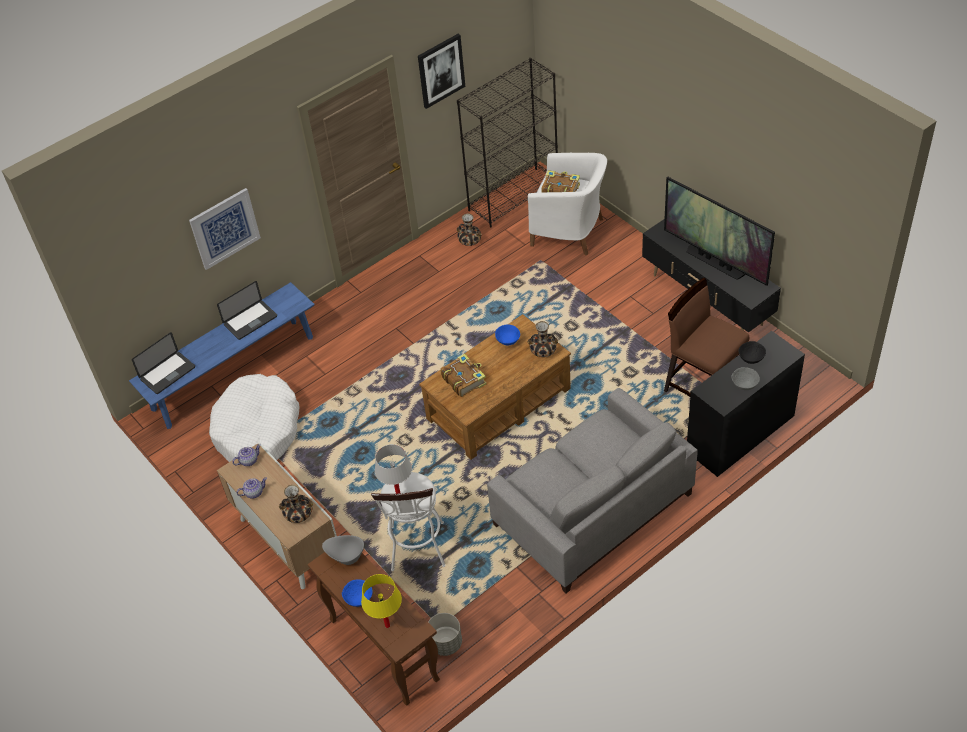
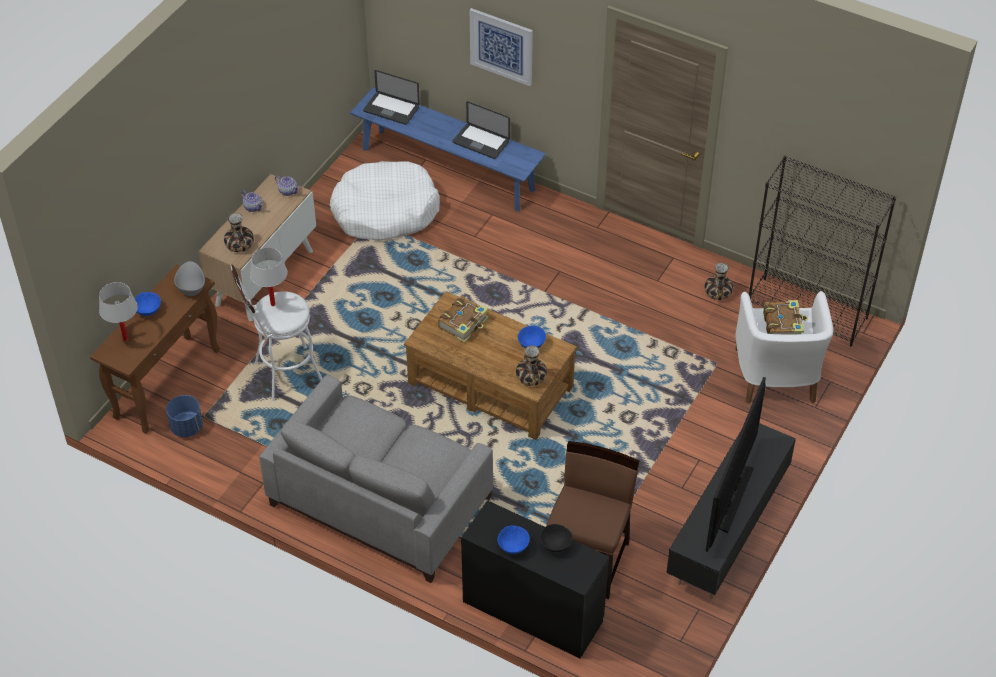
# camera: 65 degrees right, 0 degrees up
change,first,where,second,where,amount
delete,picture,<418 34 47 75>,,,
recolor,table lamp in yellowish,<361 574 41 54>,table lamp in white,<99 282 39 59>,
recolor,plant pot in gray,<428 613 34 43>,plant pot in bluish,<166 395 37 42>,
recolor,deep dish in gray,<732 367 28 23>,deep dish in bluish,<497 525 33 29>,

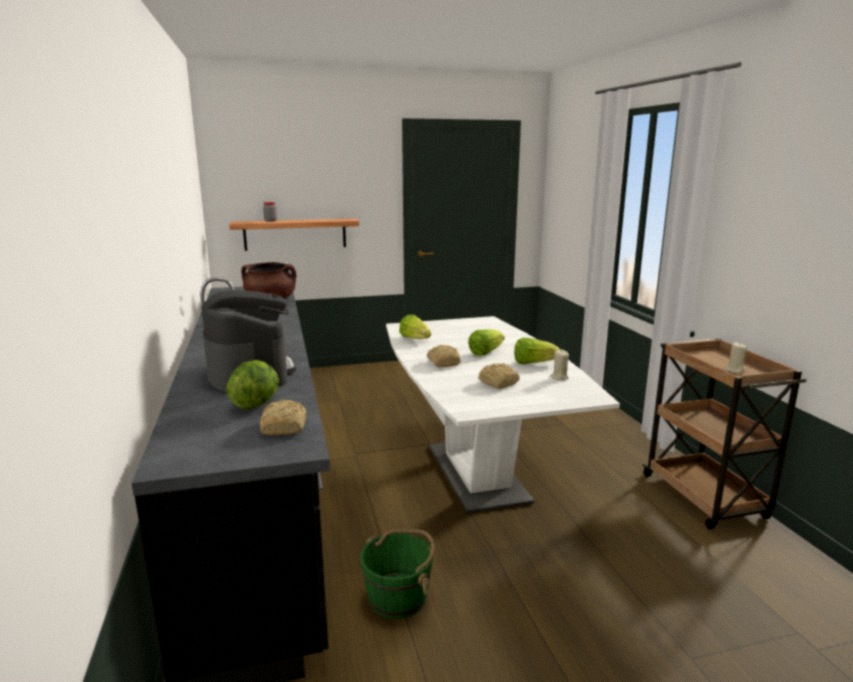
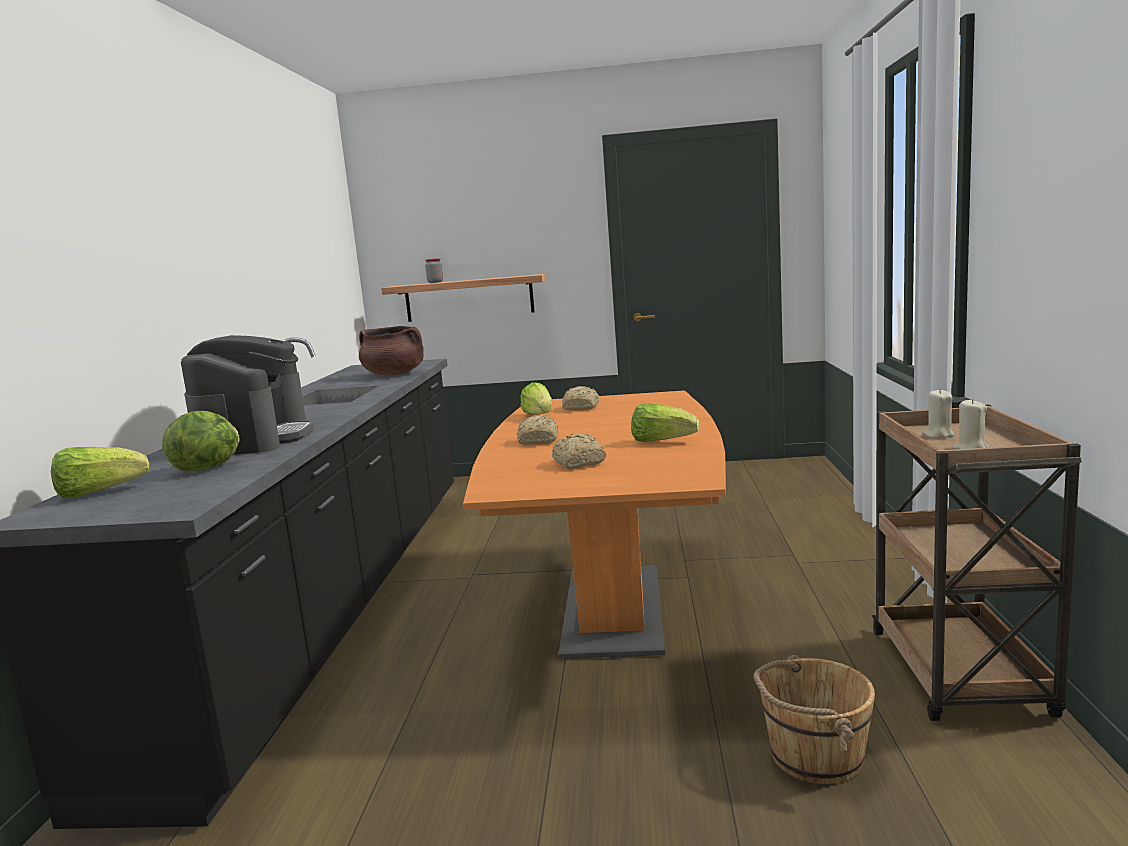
# camera: 20 degrees right, 5 degrees down
change,first,where,second,where,amount
delete,pail in green,<360 529 75 90>,,,
insert,,,pail in brown,<753 655 122 129>,
move,bread,<260 400 46 35>,,<562 386 37 24>,
move,head of lettuce,<468 330 37 26>,,<51 447 98 51>,
move,wax candle in sand-coloured,<550 350 19 30>,,<923 389 32 49>,
recolor,dinner table in white,<386 316 234 198>,dinner table in orange,<463 390 263 269>,

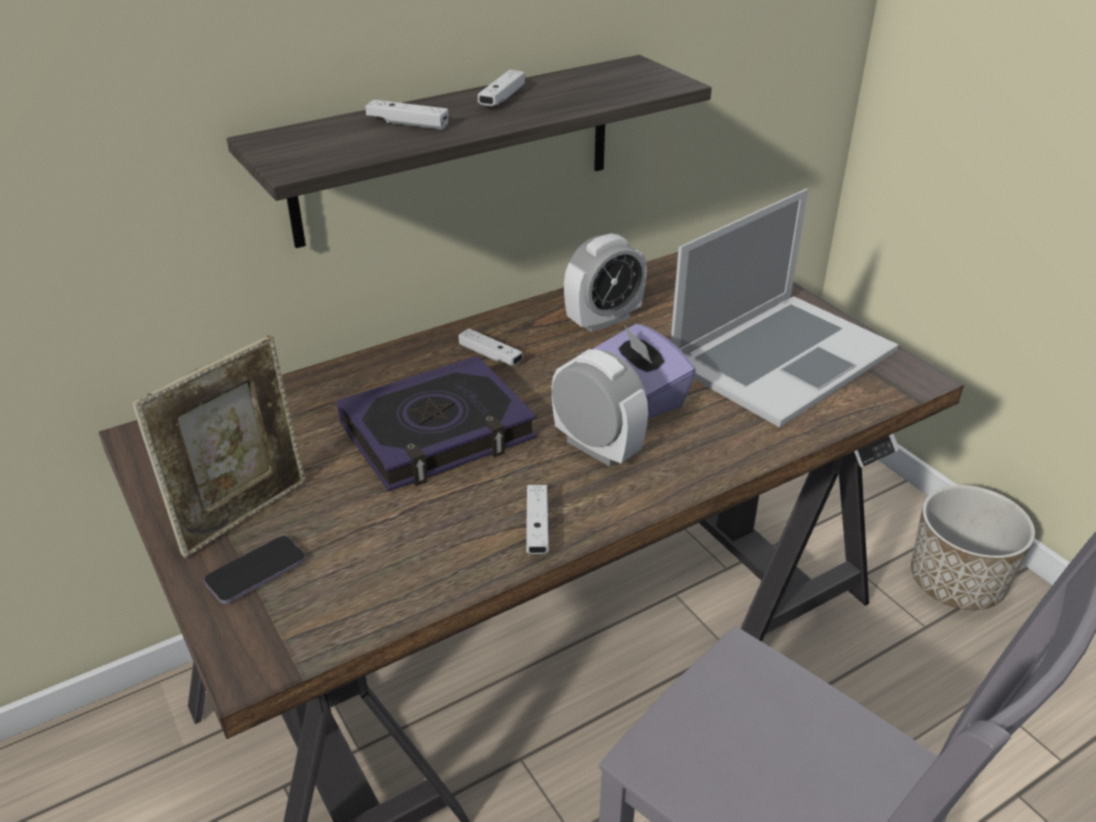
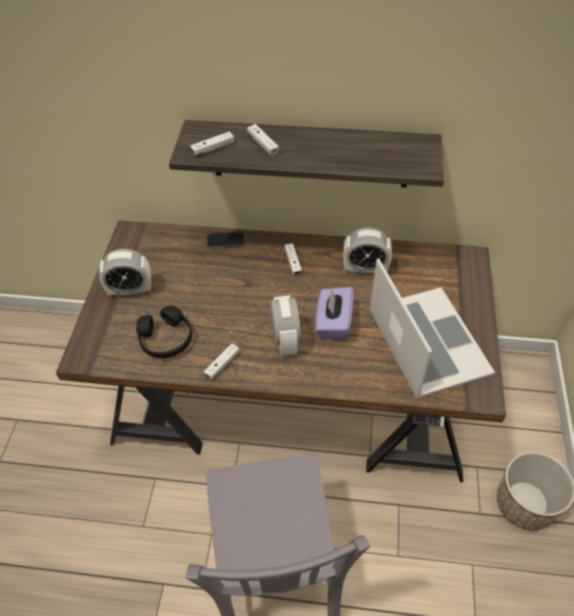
# camera: 40 degrees right, 15 degrees up
change,first,where,second,where,amount
delete,bound book,<337 356 200 135>,,,
insert,,,headset in black-coloured,<136 306 56 52>,
move,telephone,<204 536 102 68>,,<207 232 37 16>,
move,game controller in white,<478 70 47 36>,,<190 131 44 24>,
replace,photo frame,<132 335 174 223>,alarm clock,<99 249 52 49>,
rotate,portable computer,<671 188 228 240>,,<370 258 125 141>,105 degrees counterclockwise

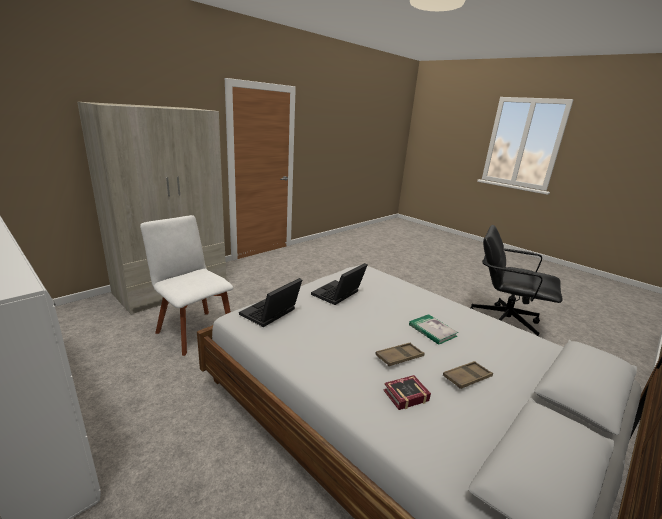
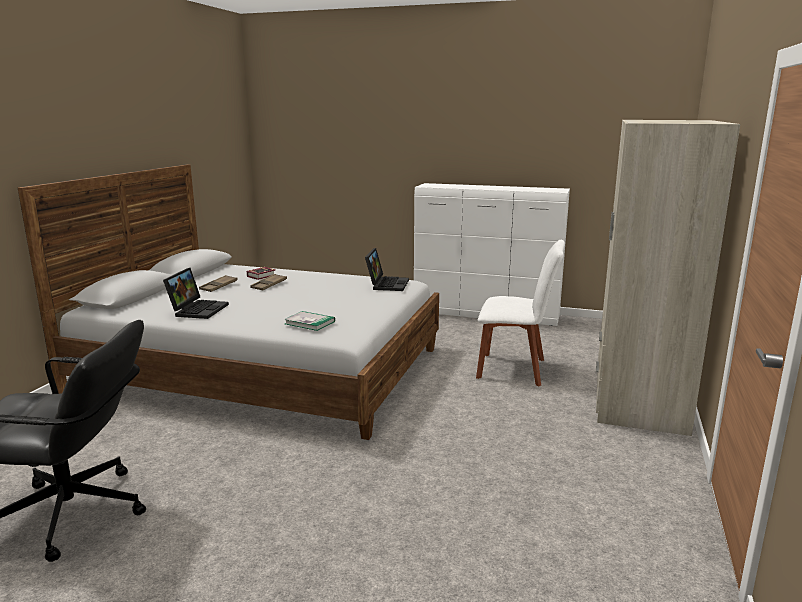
# camera: 155 degrees right, 5 degrees down
change,first,where,second,where,amount
move,portable computer,<311 263 56 42>,,<163 268 66 51>,
move,bound book,<409 314 49 31>,,<284 311 51 20>,

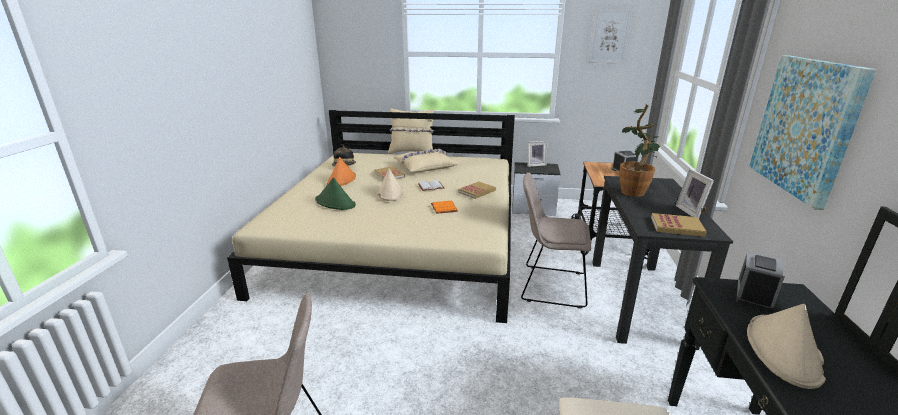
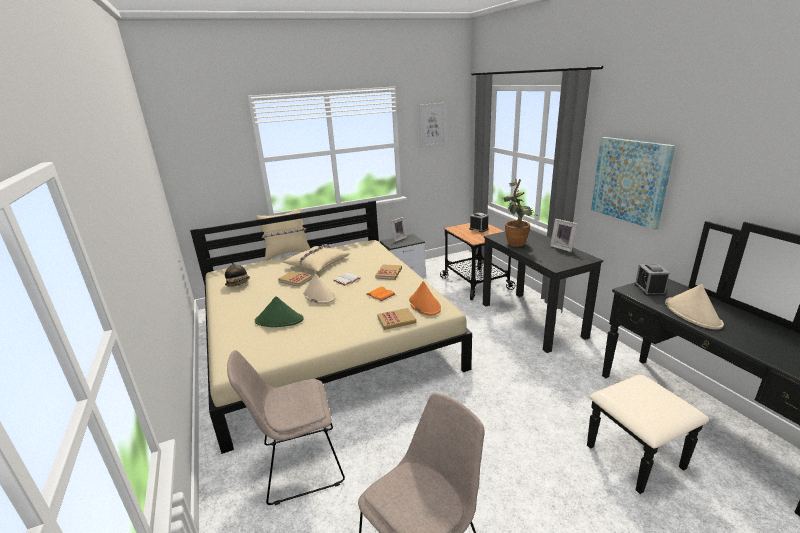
# camera: 30 degrees left, 0 degrees up
change,first,where,second,where,amount
move,hat in orange,<327 157 29 29>,,<409 281 32 34>,
move,plain chair in sand-coloured,<521 173 70 136>,,<227 350 118 155>,
move,bound book,<651 213 56 24>,,<377 308 39 22>,

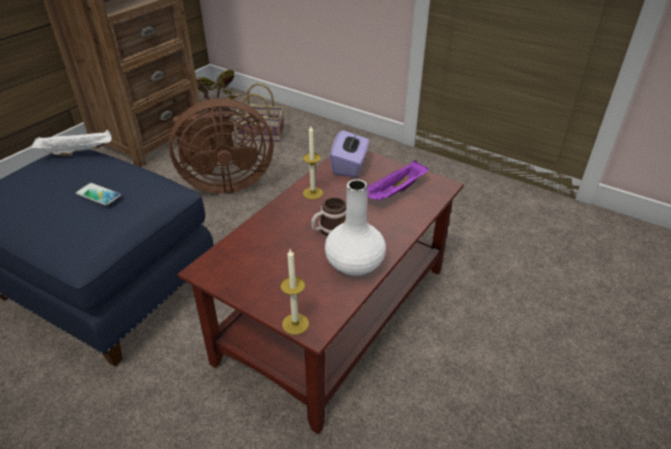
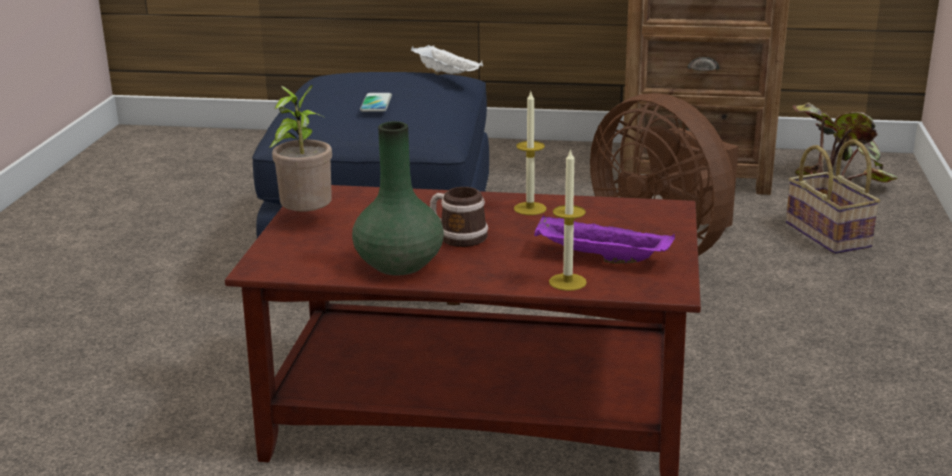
# camera: 65 degrees right, 15 degrees down
change,first,where,second,where,amount
delete,tissue holder in purple,<330 130 39 47>,,,
insert,,,potted plant,<270 85 62 127>,
move,wax candle,<281 249 28 86>,,<549 148 38 143>,
recolor,flower vase in white,<325 179 61 97>,flower vase in green,<352 121 92 155>,

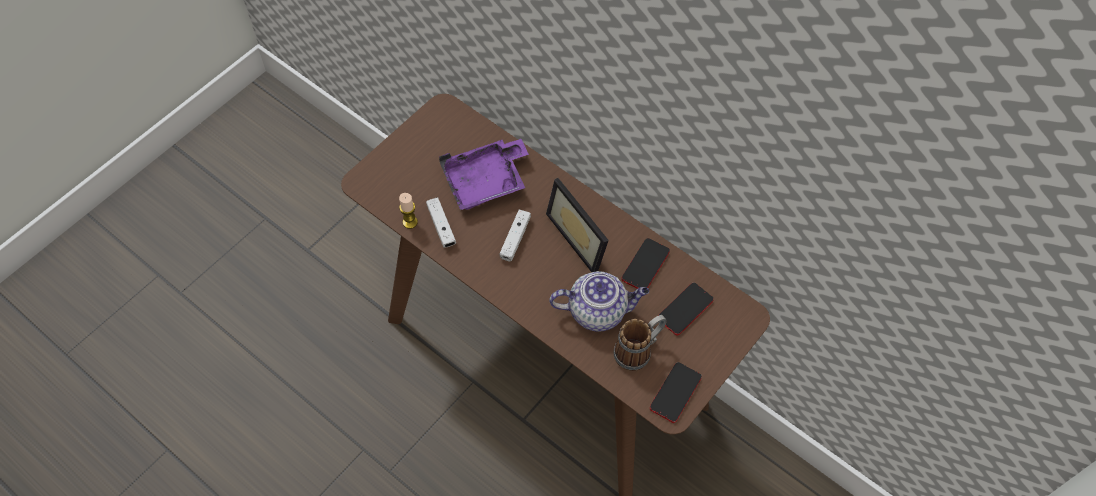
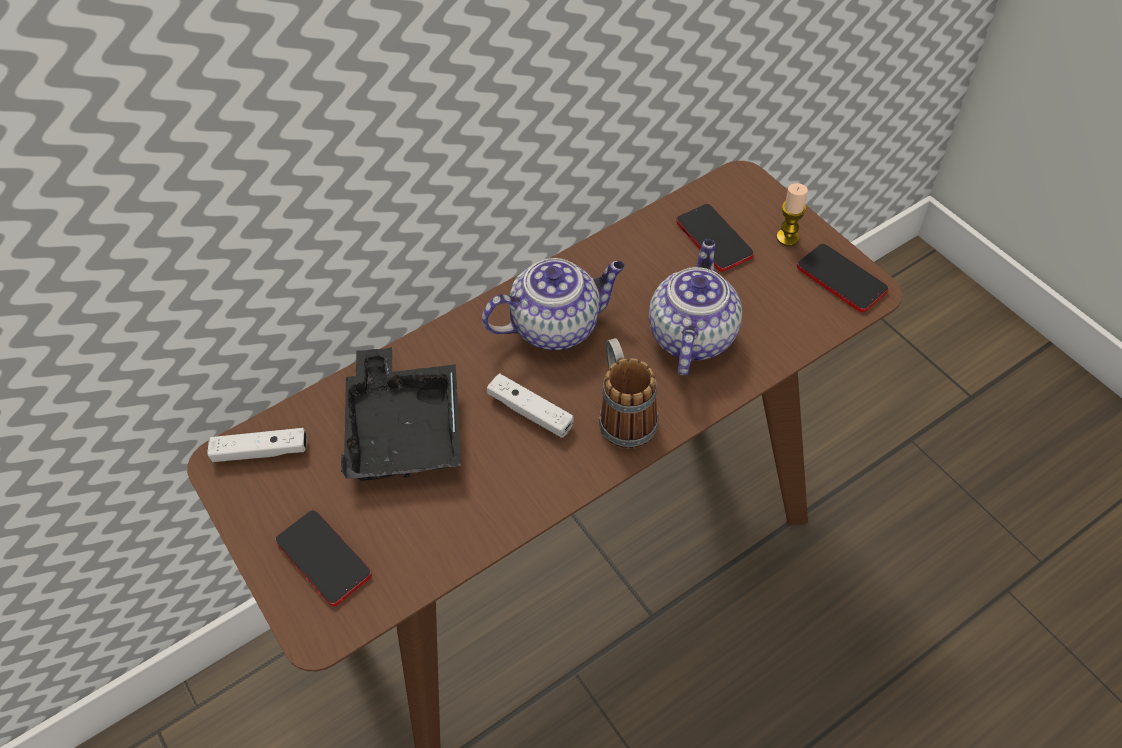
# camera: 70 degrees left, 5 degrees down
change,first,where,second,where,amount
move,wax candle,<399 193 19 36>,,<776 183 32 63>,
move,game controller in white,<426 198 30 49>,,<207 428 100 34>,
move,coffee mug,<614 315 53 56>,,<599 338 59 111>,
move,telephone,<622 238 48 51>,,<276 510 96 96>,
replace,photo frame,<546 178 63 94>,teapot,<482 258 143 92>,
recolor,serving tray in purple,<439 139 90 71>,serving tray in black-coloured,<341 347 120 134>,

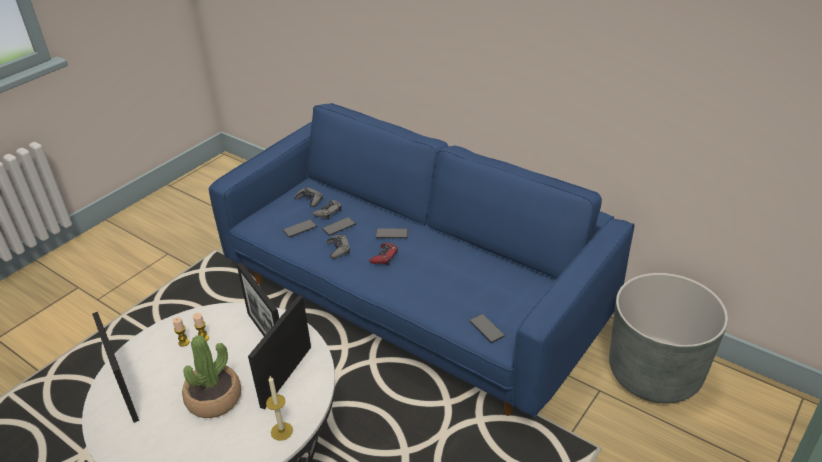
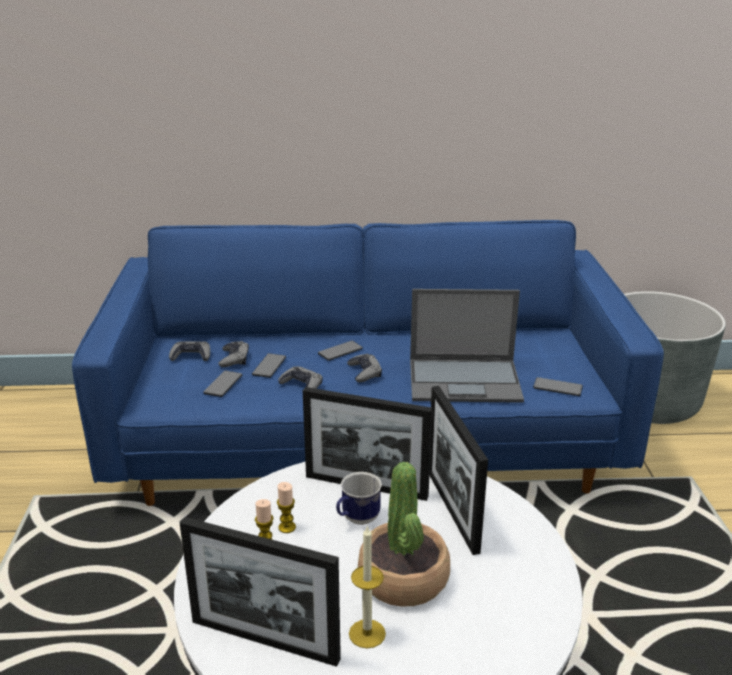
# camera: 40 degrees left, 10 degrees down
change,first,where,second,where,amount
insert,,,coffee mug,<336 472 46 53>,
insert,,,portable computer,<410 289 114 114>,
move,wax candle,<266 376 27 65>,,<349 525 37 123>,
recolor,game controller in reddish,<369 243 29 22>,game controller in gray,<347 354 35 28>,

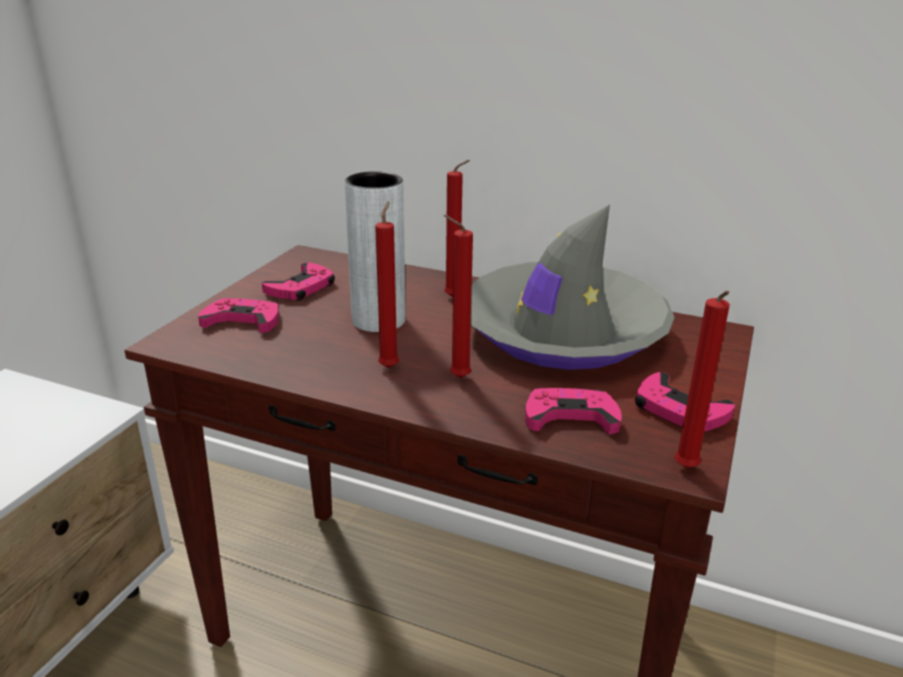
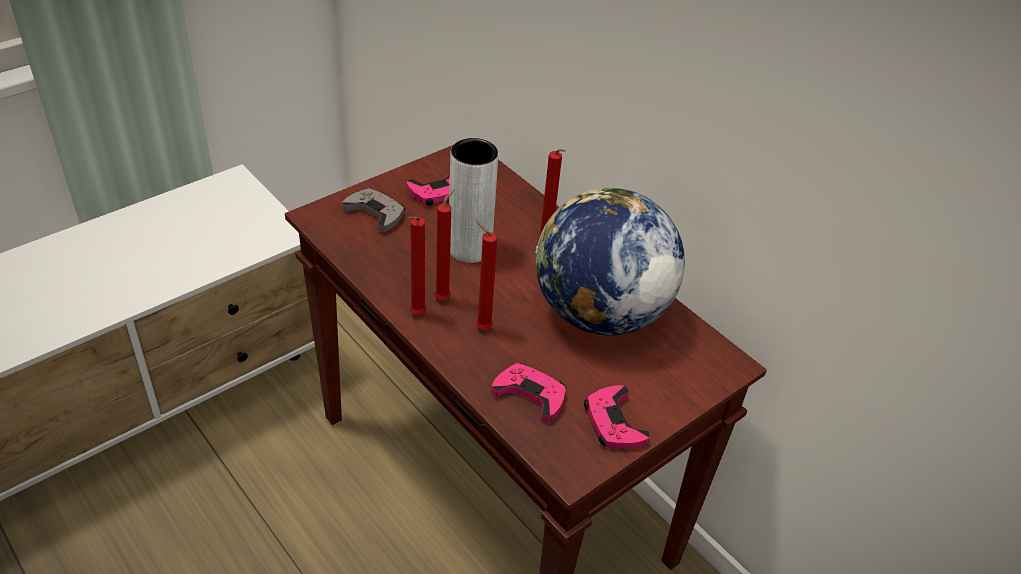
# camera: 25 degrees right, 15 degrees up
change,first,where,second,where,amount
move,wax candle in reddish,<674 291 56 177>,,<409 217 17 97>,
replace,hat in gray,<471 205 204 165>,world globe,<535 188 150 148>,
recolor,game controller in pink-coloured,<198 298 81 35>,game controller in gray,<342 188 63 44>,

